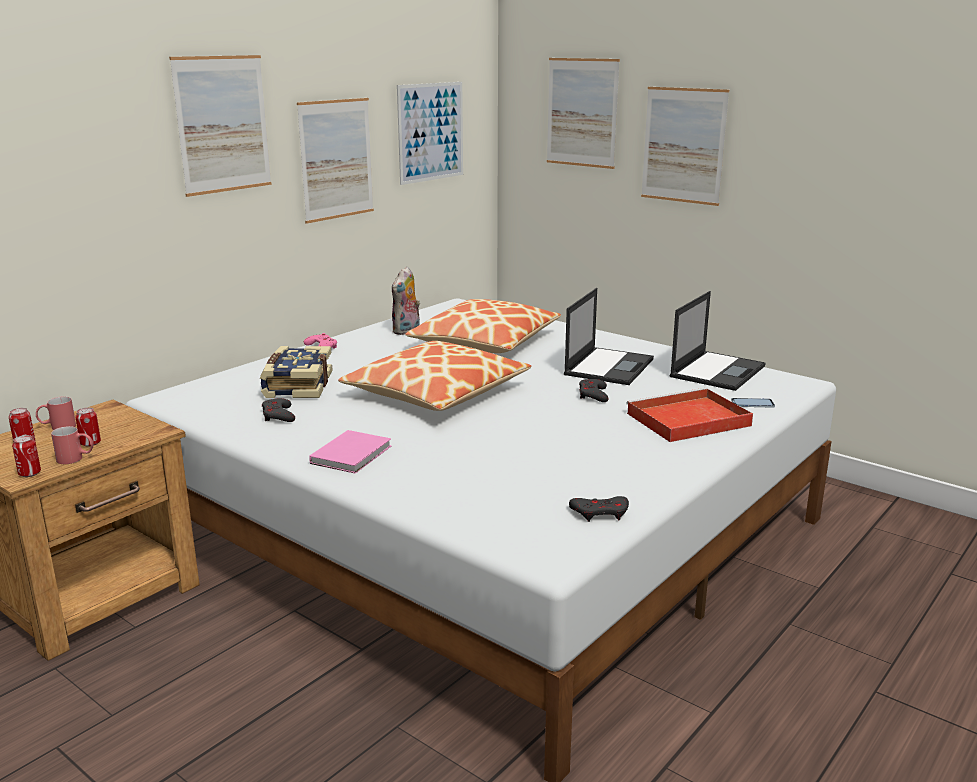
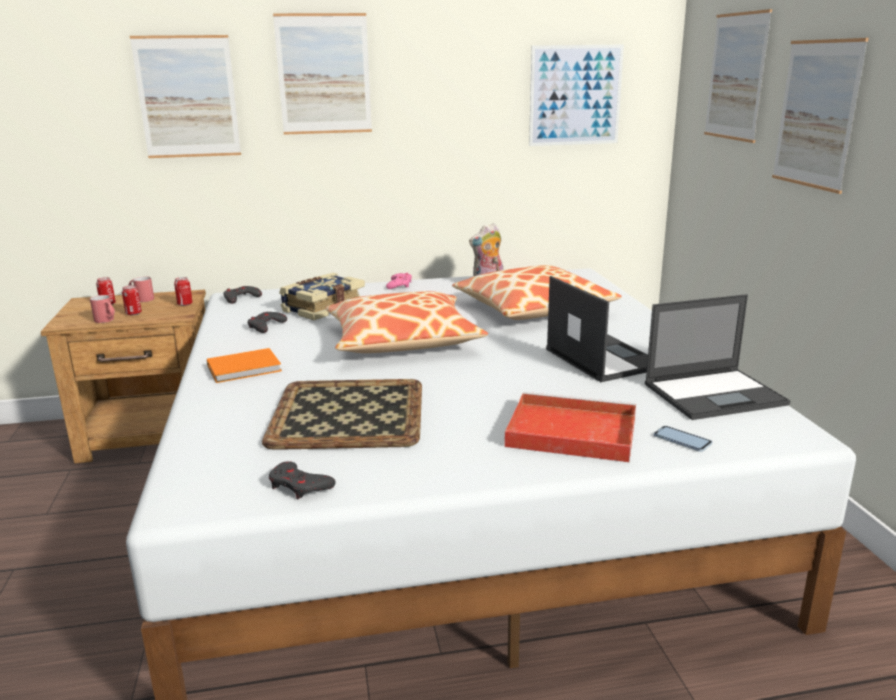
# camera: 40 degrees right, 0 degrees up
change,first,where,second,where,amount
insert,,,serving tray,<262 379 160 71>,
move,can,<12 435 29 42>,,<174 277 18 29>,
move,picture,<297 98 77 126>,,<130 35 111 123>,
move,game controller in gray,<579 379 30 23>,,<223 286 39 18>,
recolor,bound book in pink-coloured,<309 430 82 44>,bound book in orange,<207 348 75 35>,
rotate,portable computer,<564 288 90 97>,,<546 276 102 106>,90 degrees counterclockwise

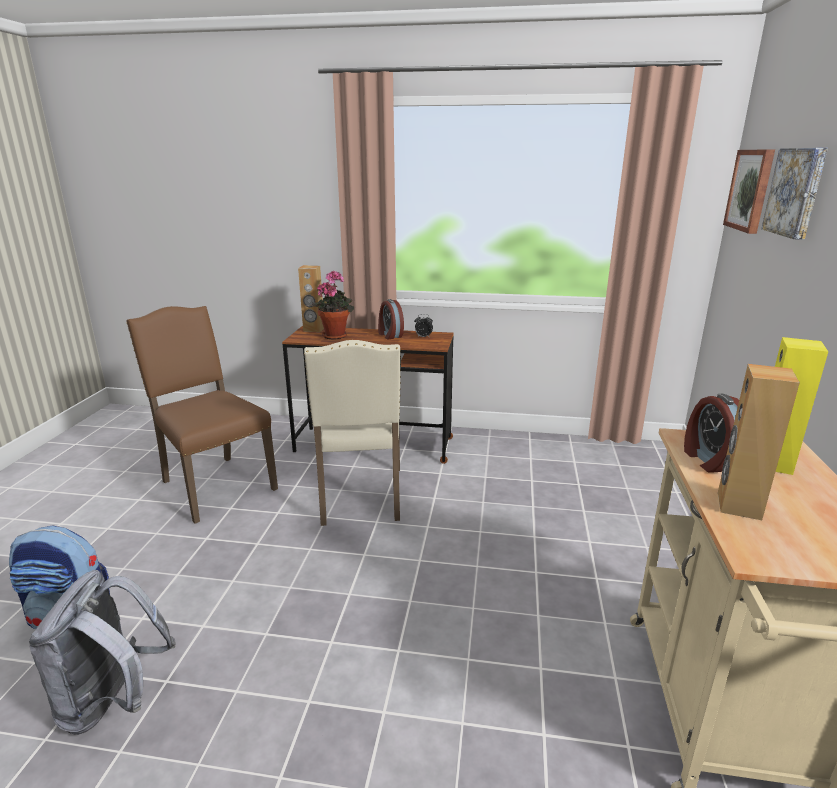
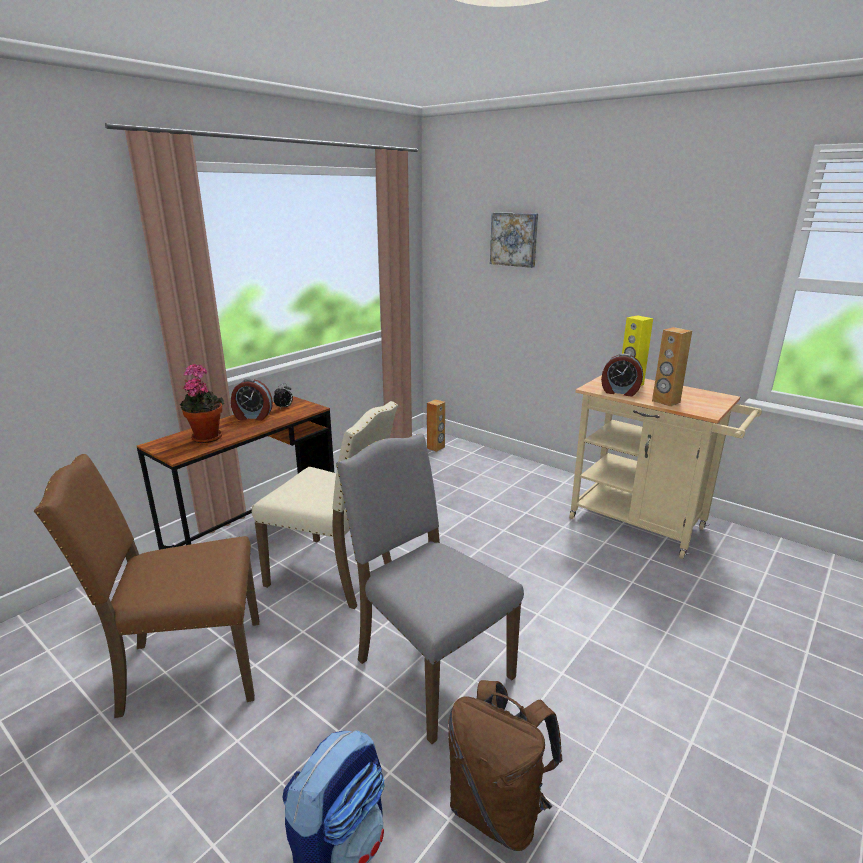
# camera: 60 degrees left, 0 degrees up
change,first,where,second,where,amount
delete,picture,<723 149 52 85>,,,
insert,,,plain chair in gray,<336 433 188 311>,
move,loudspeaker in brown,<298 265 26 67>,,<427 399 18 53>,
recolor,backpack in gray,<29 570 147 165>,backpack in brown,<448 680 114 171>,

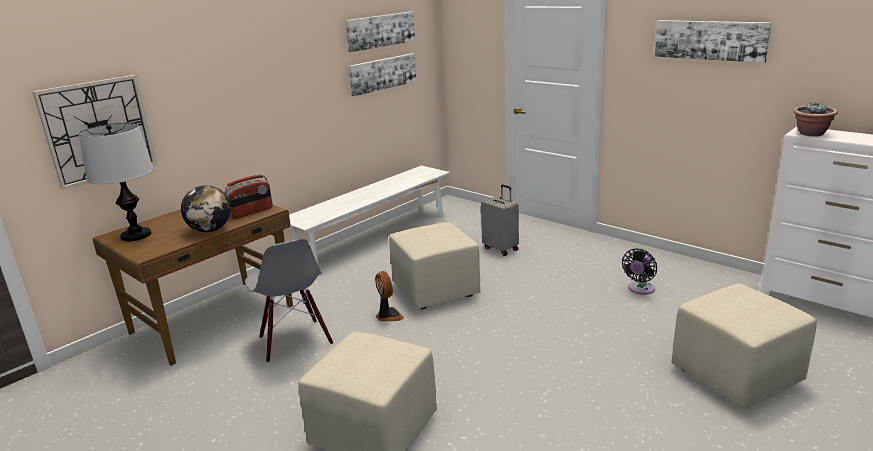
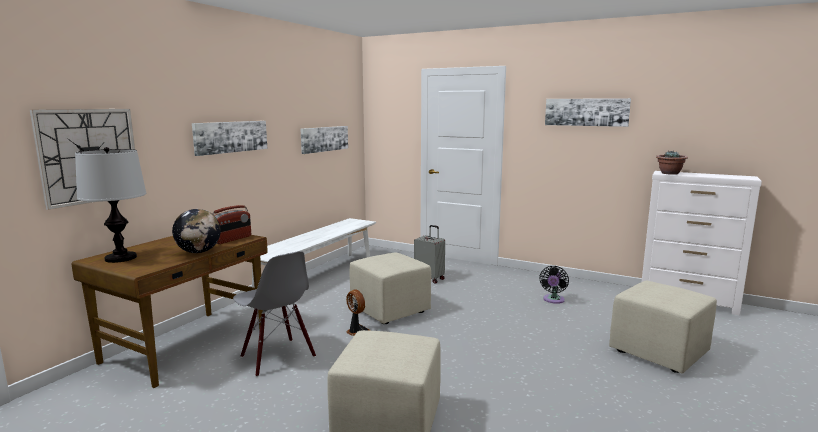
# camera: 15 degrees left, 10 degrees down
change,first,where,second,where,amount
move,picture,<345 12 70 40>,,<192 121 75 35>,

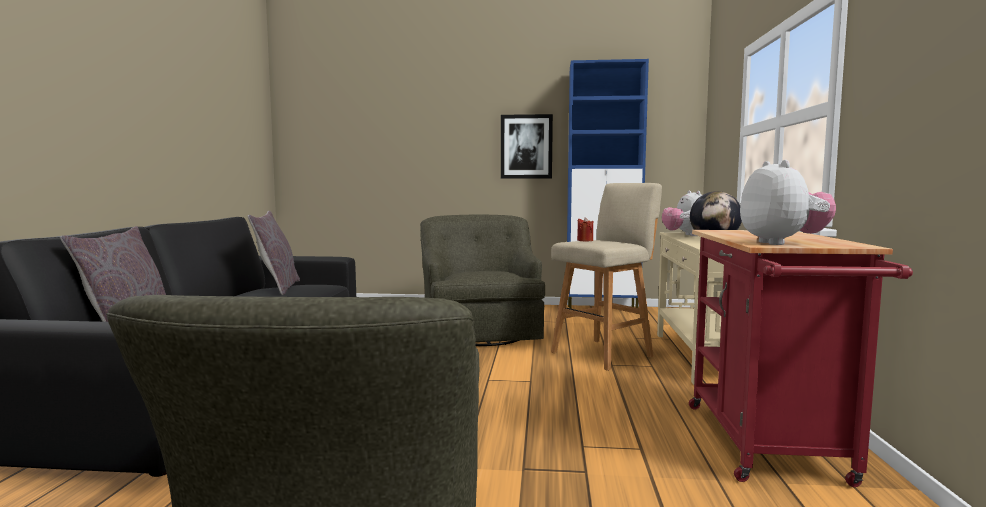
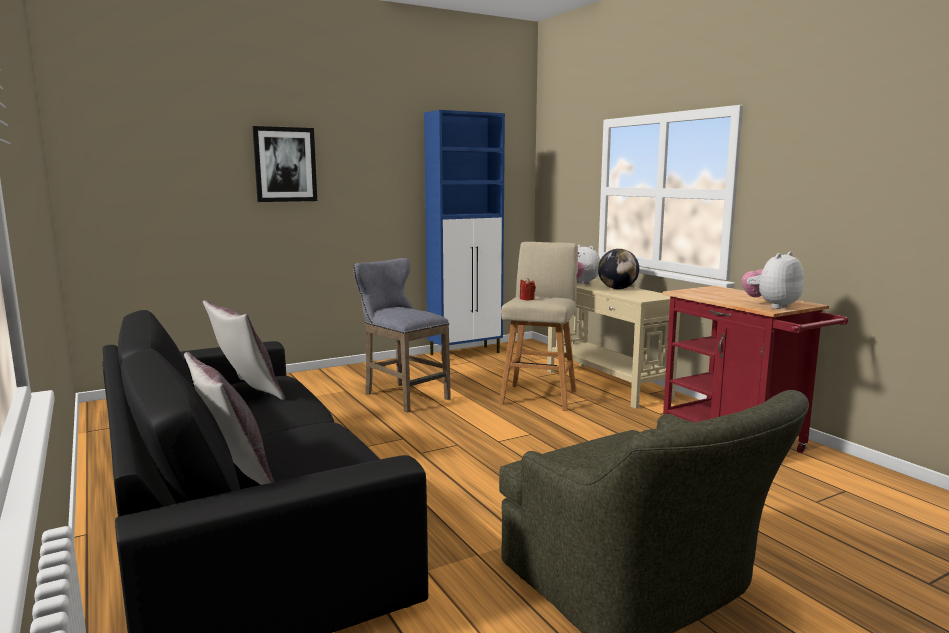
# camera: 35 degrees left, 5 degrees up
change,first,where,second,where,amount
move,picture,<501 114 52 65>,,<252 126 65 76>,
replace,lounge chair in green,<420 215 125 131>,stool in gray,<353 258 98 155>,
rotate,plush toy,<740 160 96 85>,,<742 252 62 57>,90 degrees counterclockwise

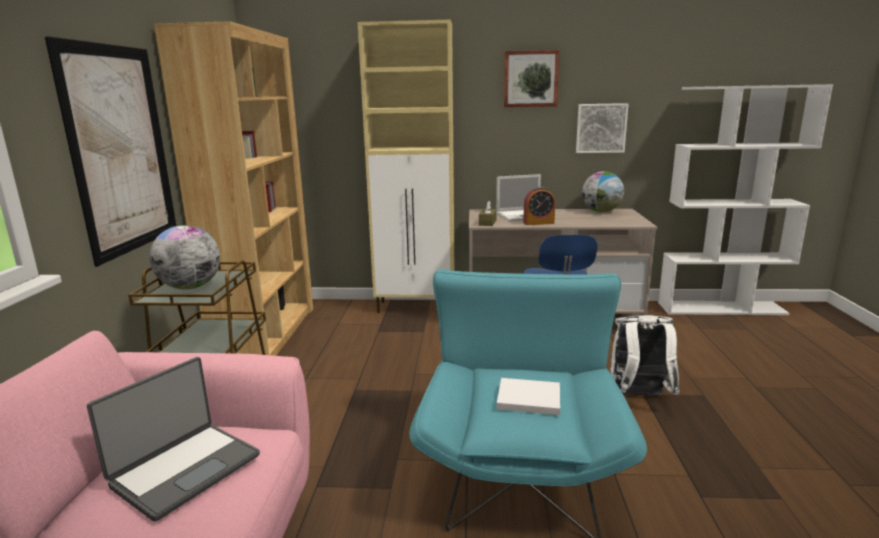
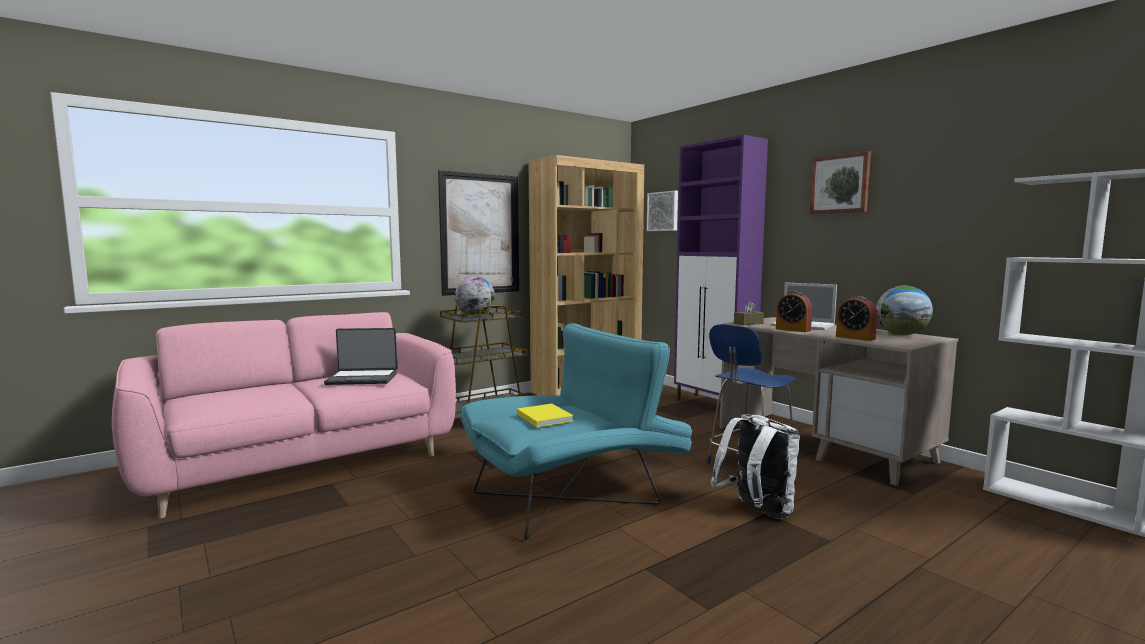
# camera: 50 degrees right, 10 degrees down
change,first,where,second,where,amount
insert,,,alarm clock,<836 296 42 45>,
move,picture,<576 103 53 50>,,<647 191 31 40>,
recolor,cupboard in sand-coloured,<357 20 97 293>,cupboard in purple,<674 135 94 265>,
recolor,bound book in white,<496 378 64 37>,bound book in yellowish,<517 404 57 23>,

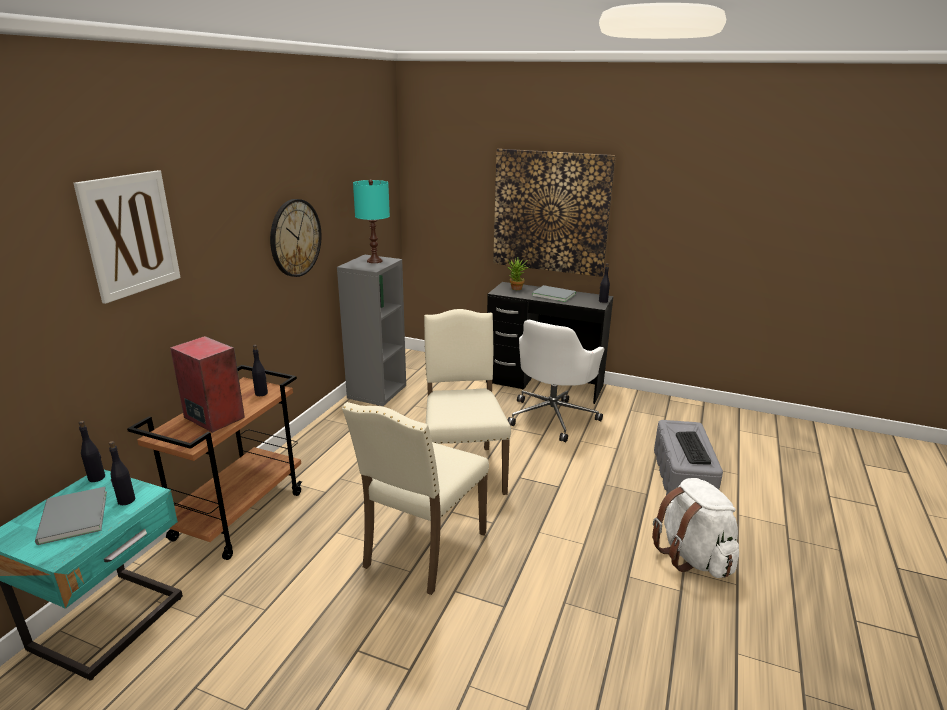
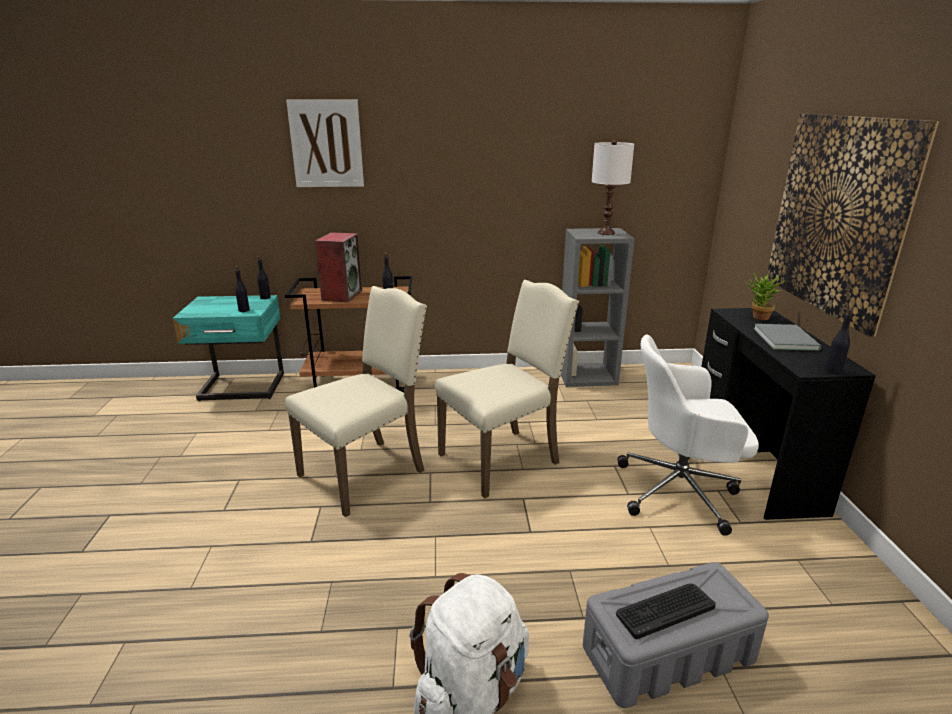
# camera: 65 degrees right, 0 degrees up
change,first,where,second,where,amount
delete,bound book in gray,<35 487 72 58>,,,
delete,wall clock,<270 199 51 78>,,,
recolor,table lamp in turquoise,<353 179 37 84>,table lamp in white,<592 140 42 95>,
rotate,plain chair in sand-coloured,<342 402 147 193>,,<285 286 142 231>,135 degrees clockwise

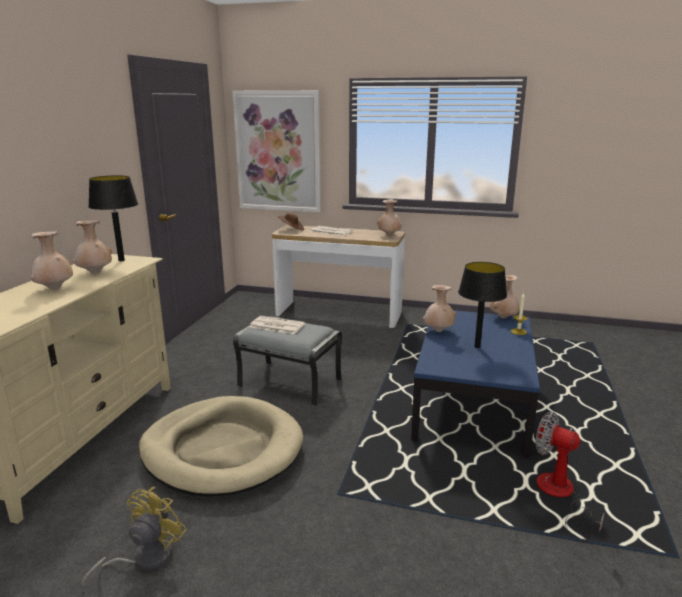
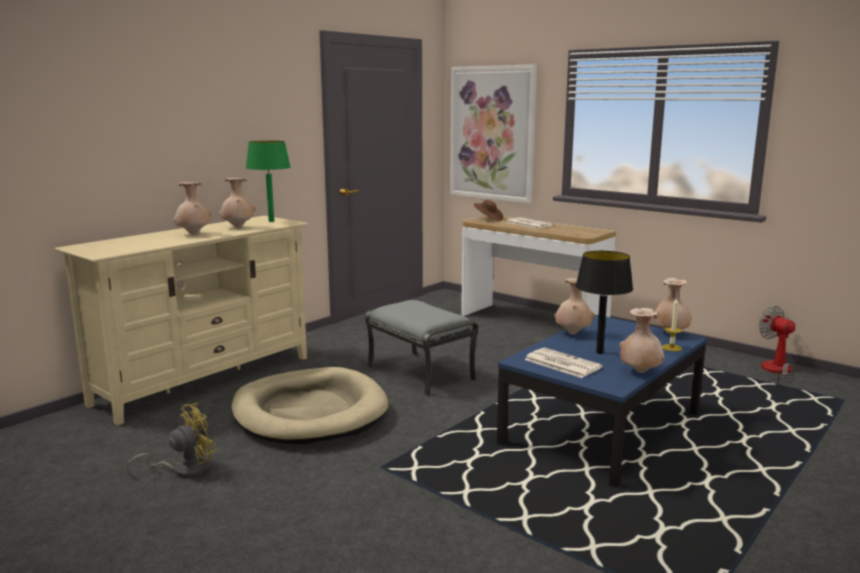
# camera: 25 degrees right, 5 degrees down
change,first,where,second,where,amount
move,printed paper,<250 316 55 18>,,<524 348 78 30>,
move,flower vase in sand-coloured,<377 199 25 37>,,<619 308 46 65>,
move,fan,<535 412 69 130>,,<758 306 38 82>,
recolor,table lamp in black-coloured,<88 175 50 86>,table lamp in green,<246 141 45 81>,

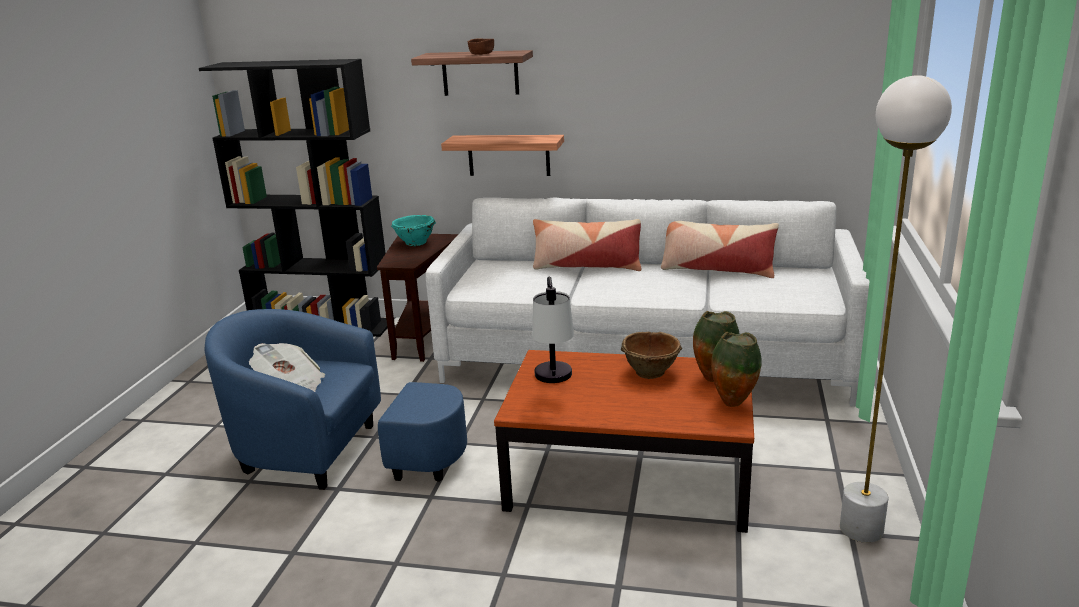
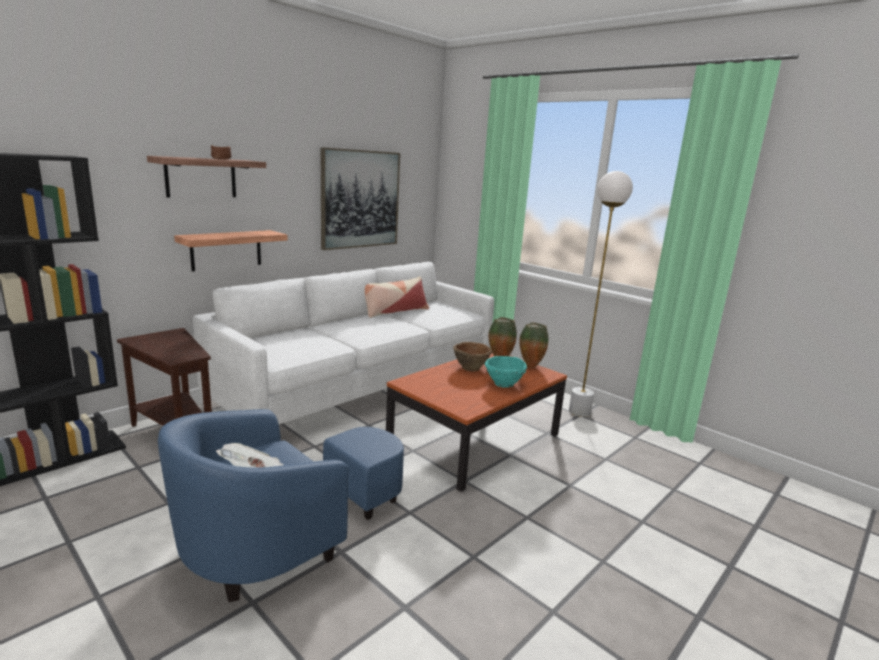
# camera: 60 degrees left, 5 degrees down
change,first,where,second,where,amount
delete,table lamp,<532 277 42 106>,,,
delete,cushion,<533 219 108 52>,,,
insert,,,picture,<321 147 79 103>,
move,deep dish in turquoise,<391 215 45 31>,,<484 356 43 32>,

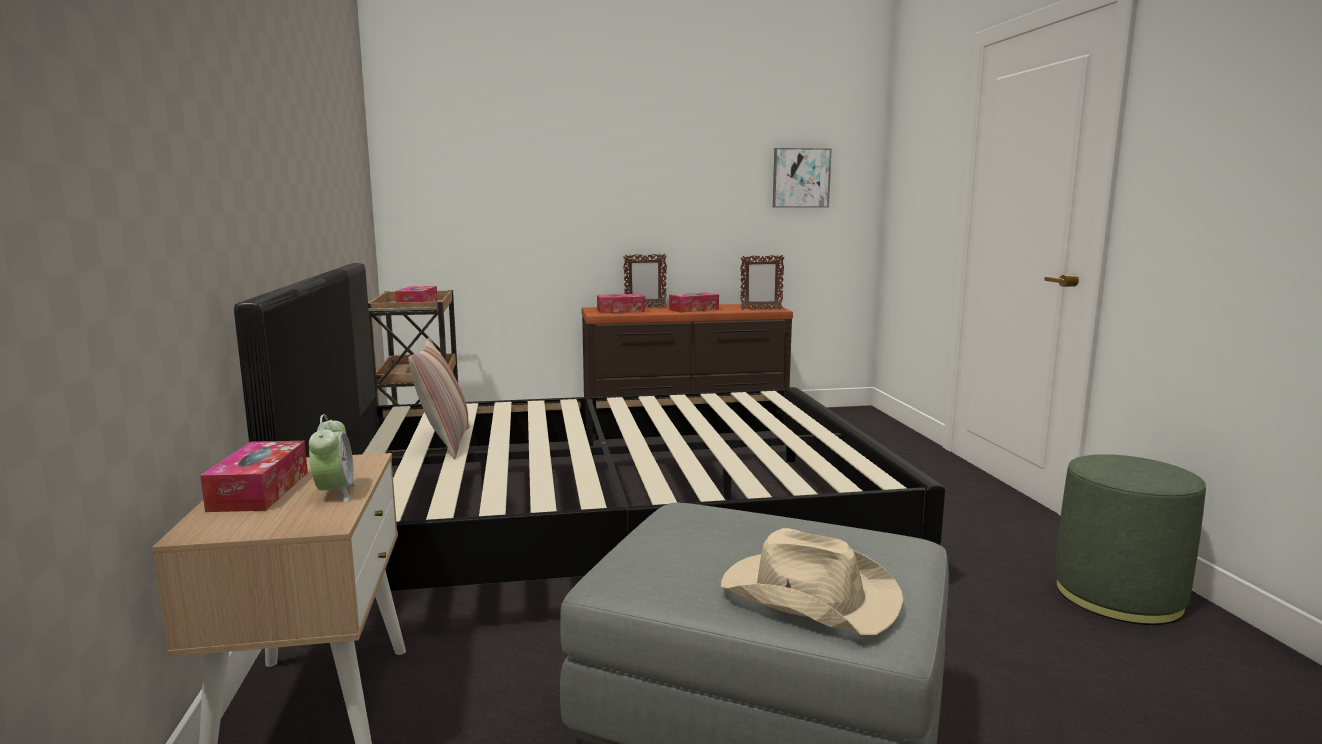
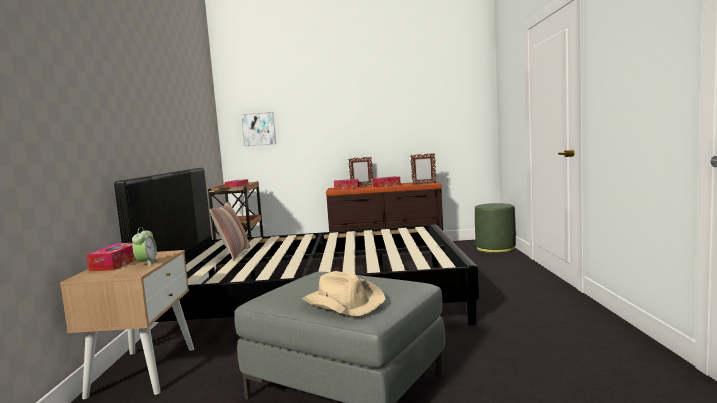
# camera: 10 degrees right, 5 degrees down
change,first,where,second,where,amount
move,picture,<773 148 59 60>,,<241 112 35 34>,
move,footrest in green,<1055 454 151 171>,,<475 203 41 50>,

